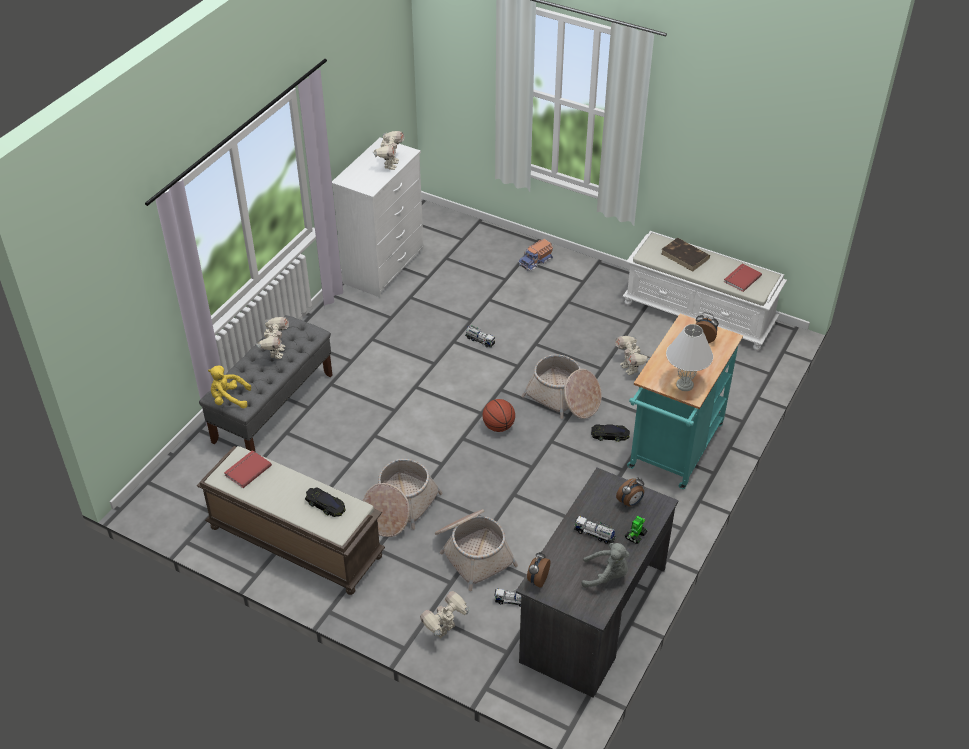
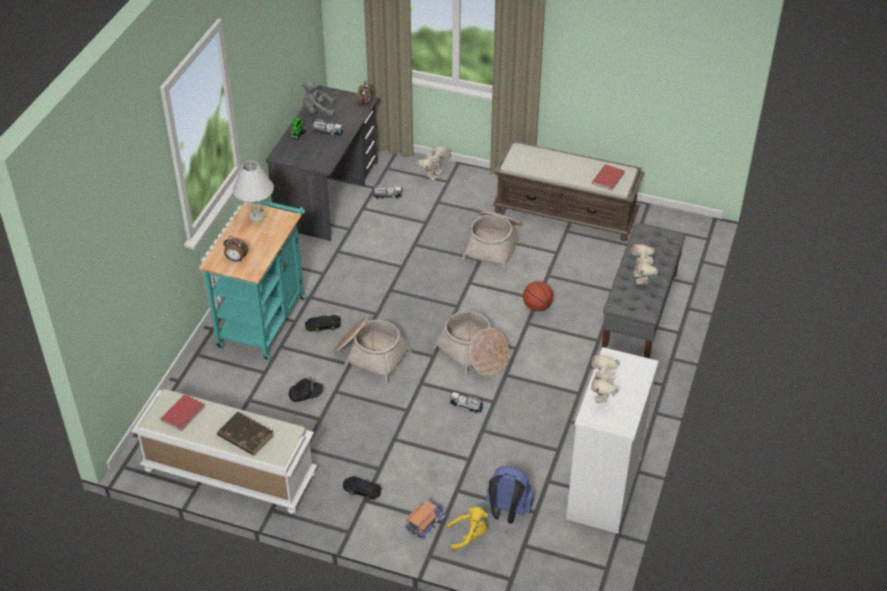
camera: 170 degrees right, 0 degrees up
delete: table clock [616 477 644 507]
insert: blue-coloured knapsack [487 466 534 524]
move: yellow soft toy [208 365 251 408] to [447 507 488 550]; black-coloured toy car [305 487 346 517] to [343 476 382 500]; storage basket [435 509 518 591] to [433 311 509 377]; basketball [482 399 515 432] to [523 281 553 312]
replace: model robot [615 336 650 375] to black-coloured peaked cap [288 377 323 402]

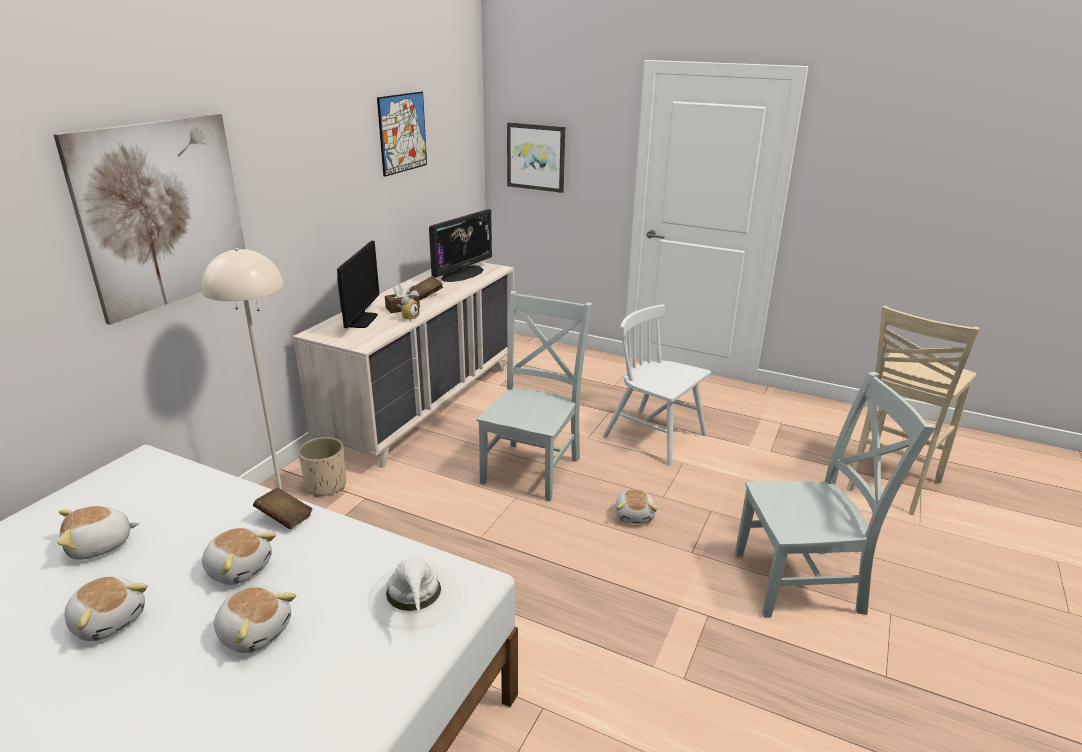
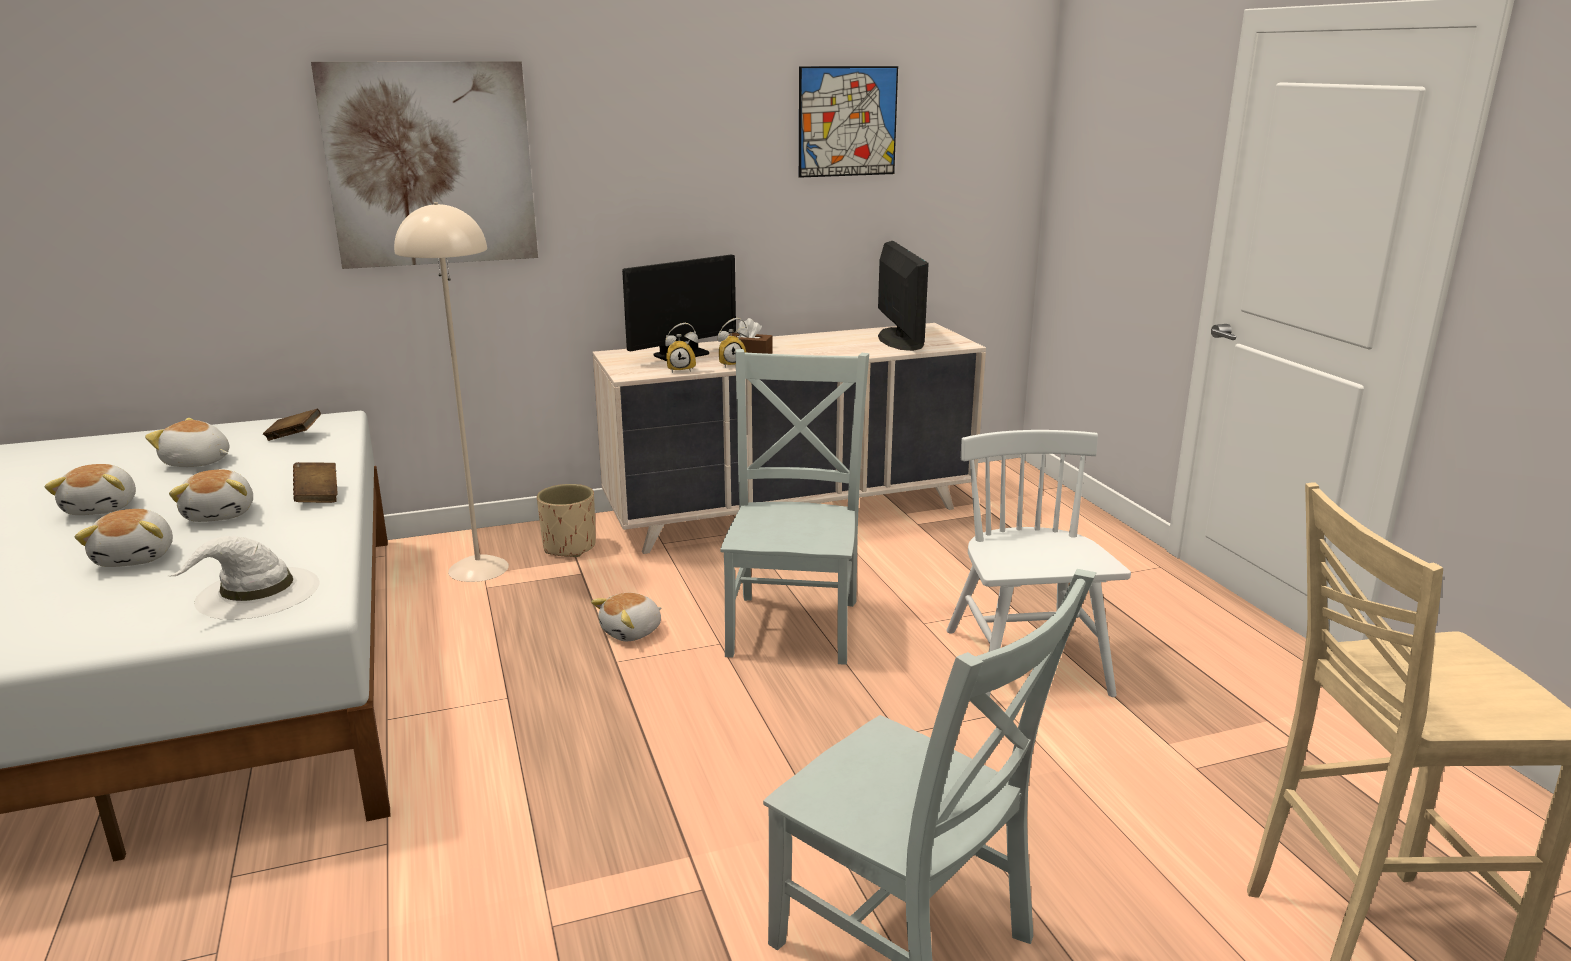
camera: 45 degrees right, 5 degrees down
delete: wall art [507 122 565 193]
insert: table clock [665 323 698 373]
move: brownish bound book [409 276 443 300] to [263 409 321 441]; soft toy [615 489 657 524] to [591 593 661 641]
rotate: monitor [429 209 492 282] = [878 241 929 351] 90 degrees counterclockwise; grey plain chair [477 291 593 501] = [720 349 869 665] 60 degrees counterclockwise

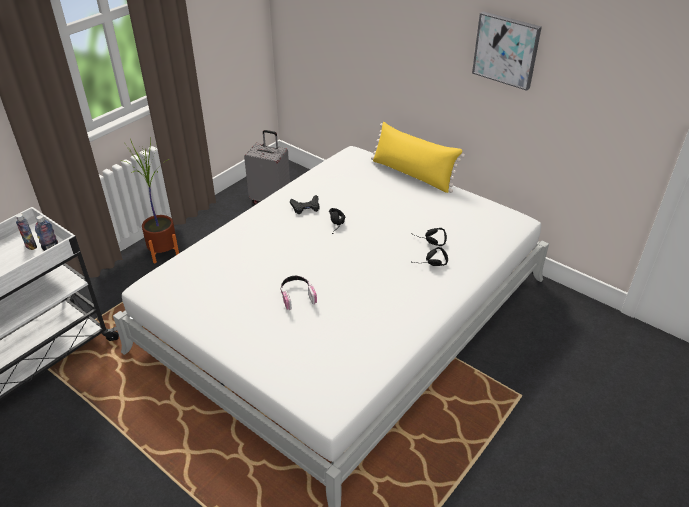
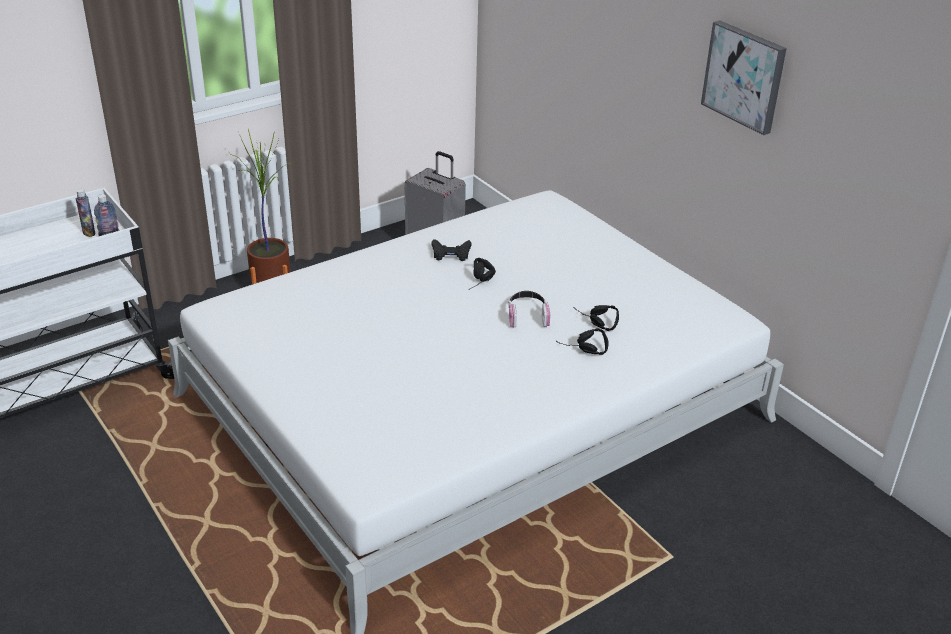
camera: 15 degrees right, 5 degrees down
delete: yellow throw pillow [371 122 465 193]
move: pair of headphones [280 276 317 310] to [508 291 550 328]

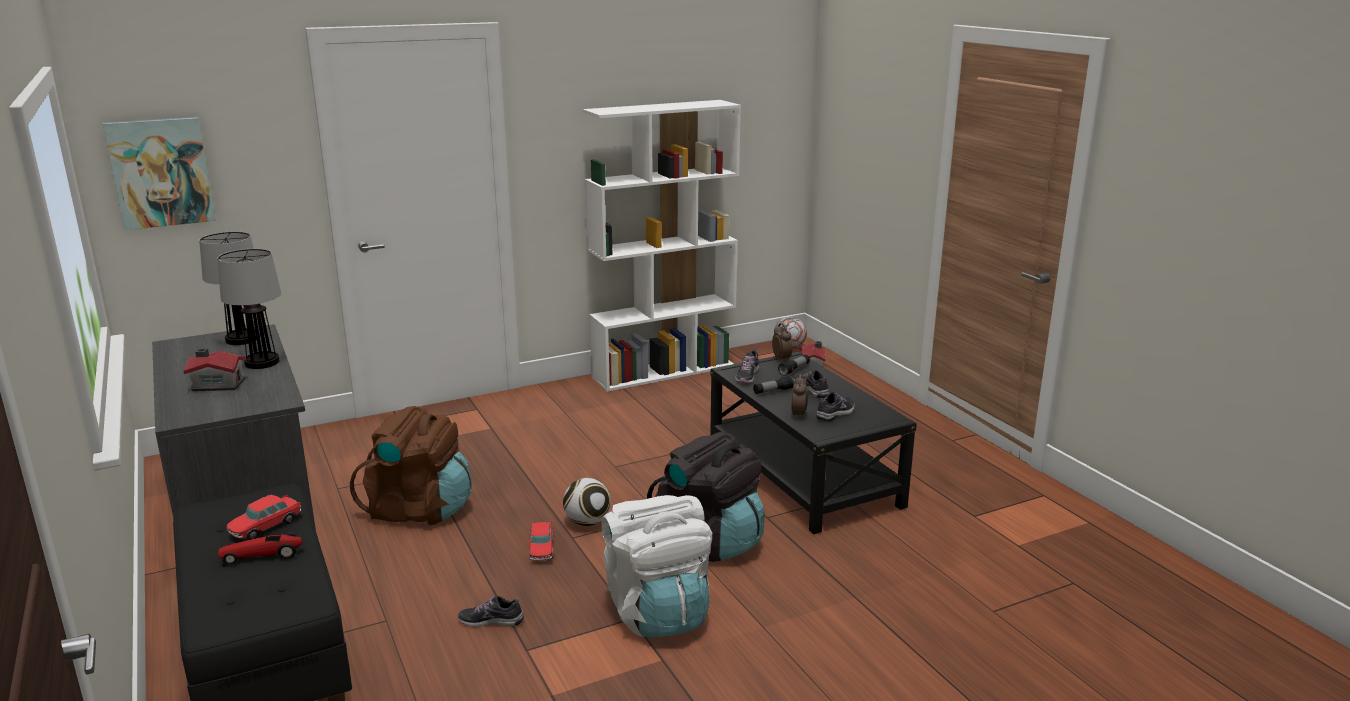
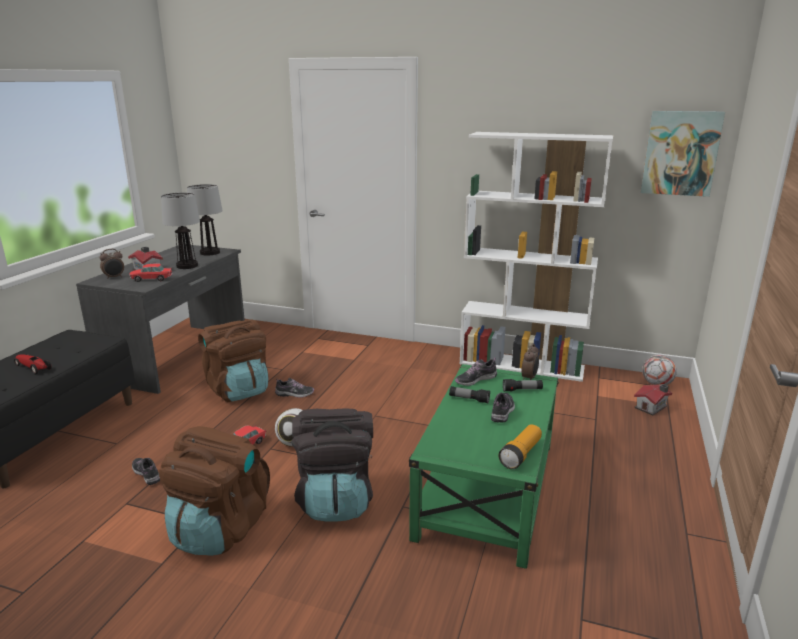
camera: 45 degrees right, 0 degrees up
insert: hand torch [499 424 542 469]
move: wall art [103 117 216 230] to [641 111 725 197]; toy car [227 494 301 540] to [129 263 172 282]; table clock [791 374 808 419] to [100 249 124 279]; shoe [816 392 855 421] to [275 378 314 398]
recolor: whitish knapsack [601 495 712 637] to brownish knapsack [159 426 270 556]; black-coloured lounge table [710 352 917 534] to green lounge table [409 364 559 569]

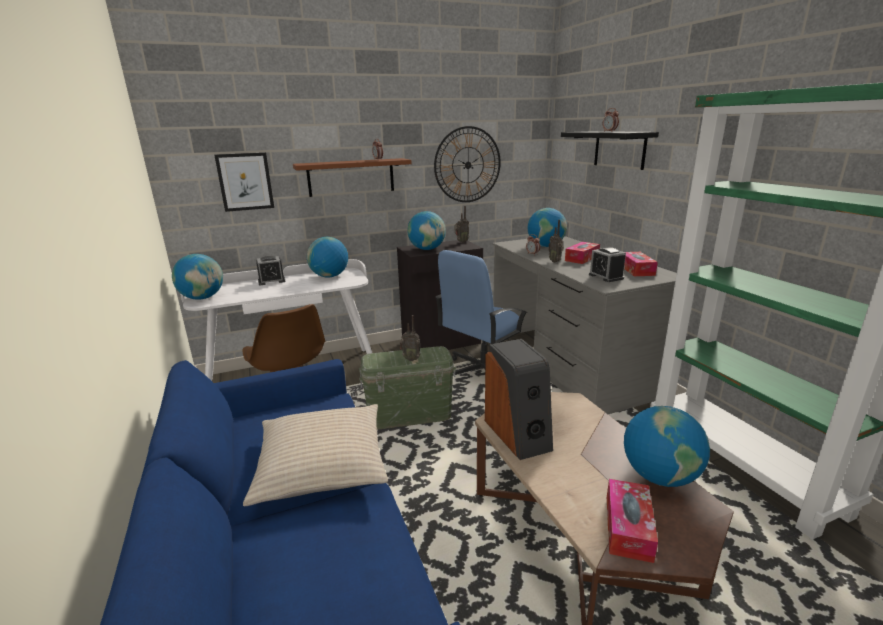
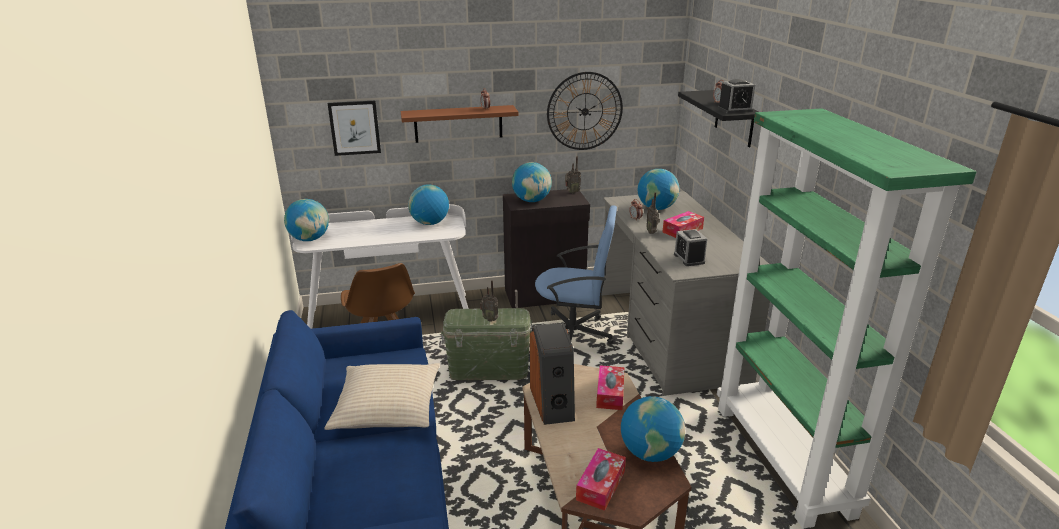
camera: 10 degrees right, 5 degrees up
move: table clock [256 256 286 285] to [718 79 755 113]; tissue holder [624 252 658 276] to [596 365 624 410]
rotate: blue-coloured computer chair [435 250 528 376] = [530 205 617 344] 135 degrees counterclockwise

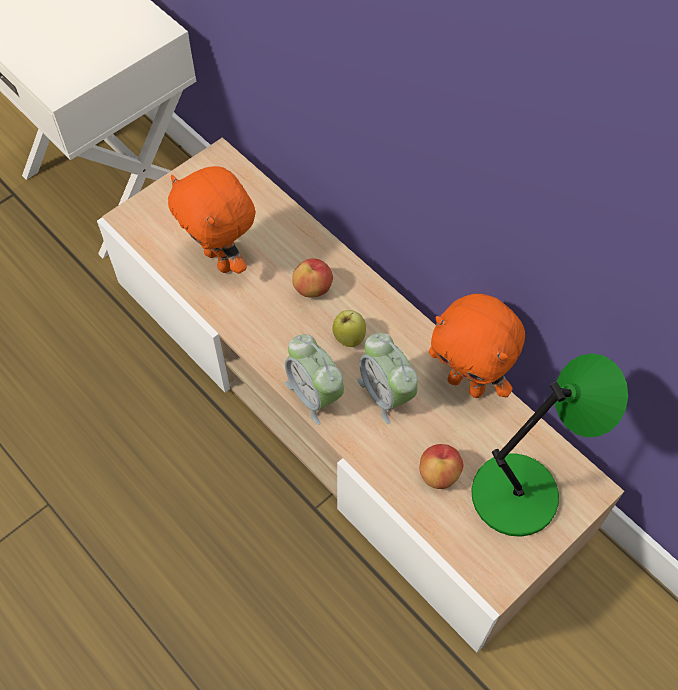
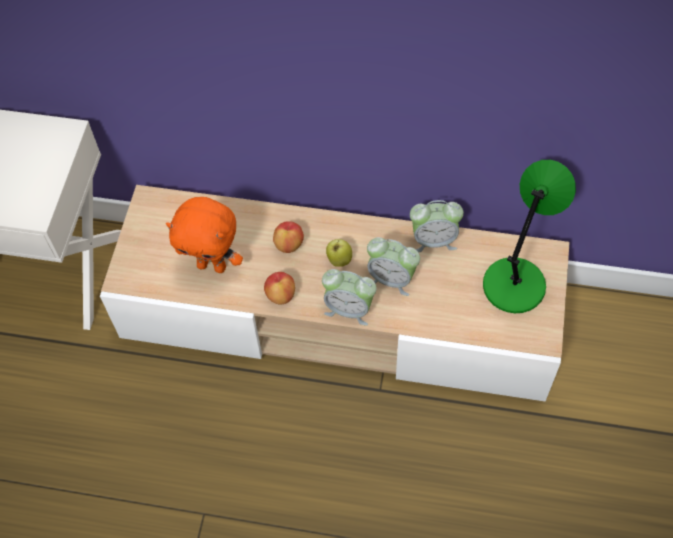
camera: 35 degrees left, 0 degrees up
move: apple fruit [420 444 463 489] to [264 272 295 304]
replace: orangey soft toy [429 294 525 398] to table clock [410 200 464 252]

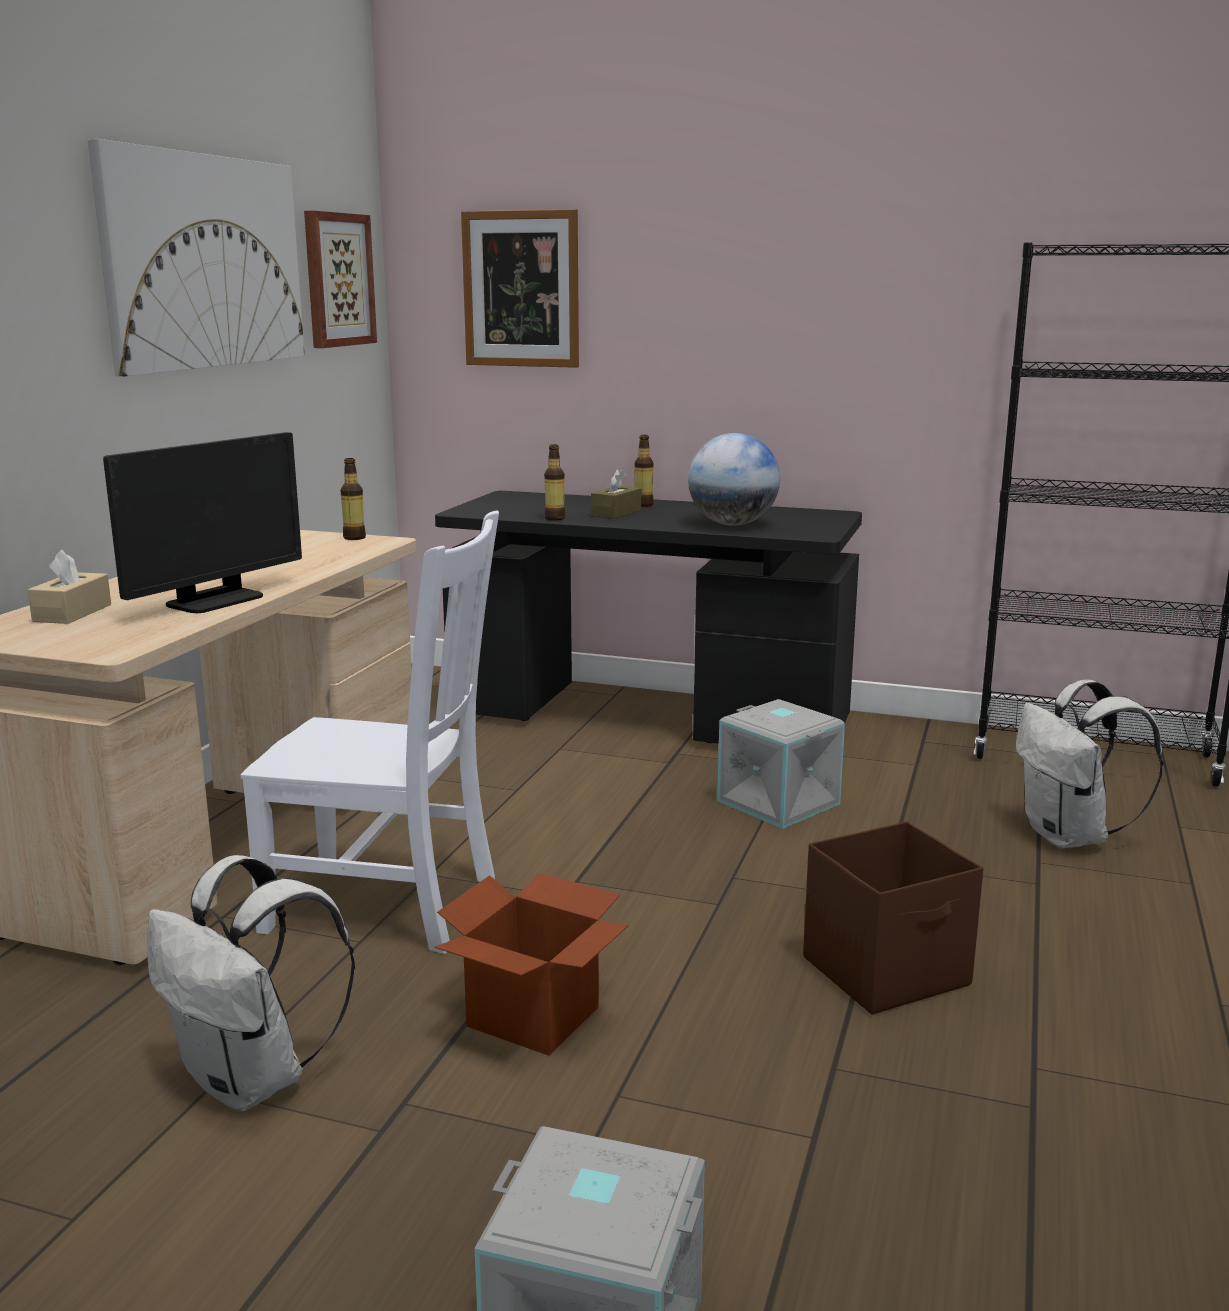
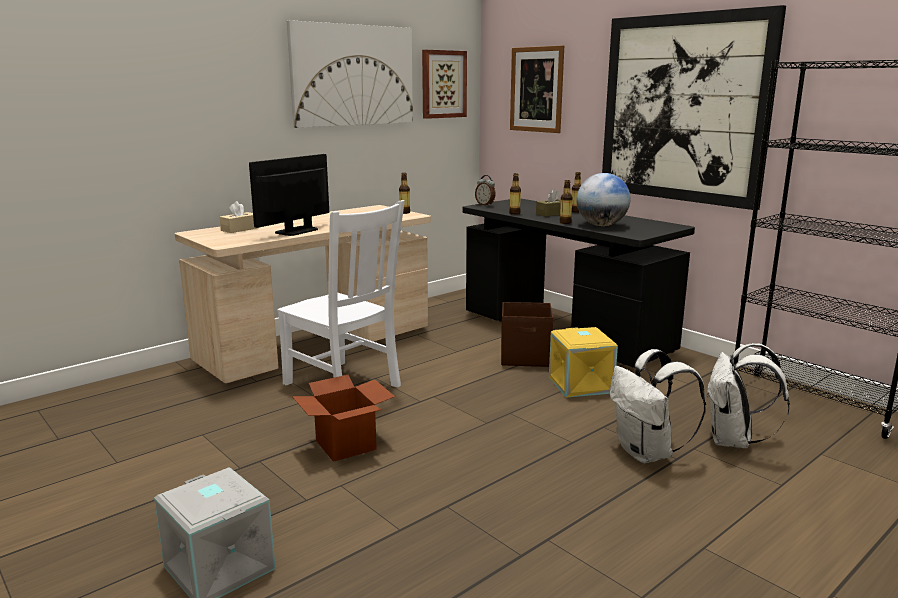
camera: 30 degrees right, 0 degrees up
insert: table clock [475 175 496 206]; drink bottle [559 180 573 224]; wall art [602 5 786 210]
move: whitish knapsack [147 855 355 1111] to [610 349 706 463]; brownish storage box [803 821 983 1014] to [501 302 553 367]
recolor: grey storage box [717 699 845 829] to yellow storage box [549 327 618 398]
rotate: monitor [103 432 302 613] = [249 154 329 236] 150 degrees clockwise

